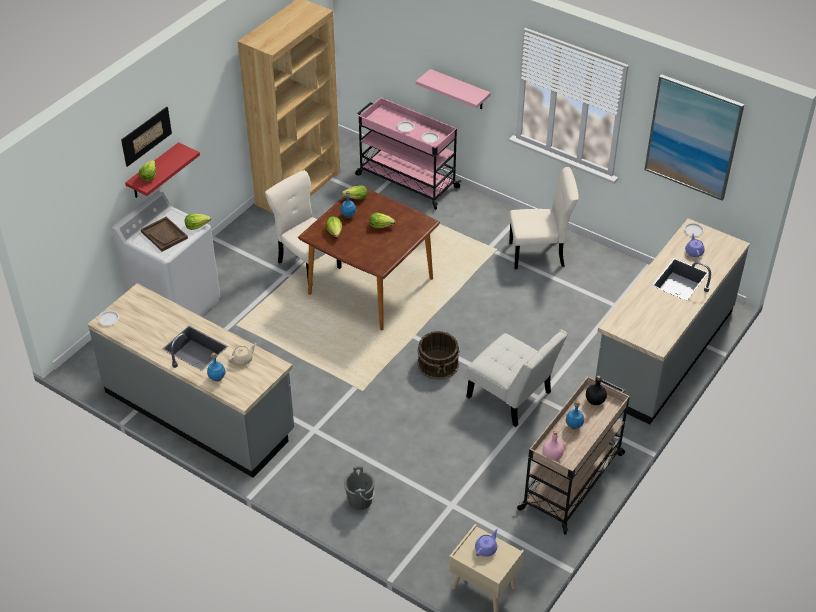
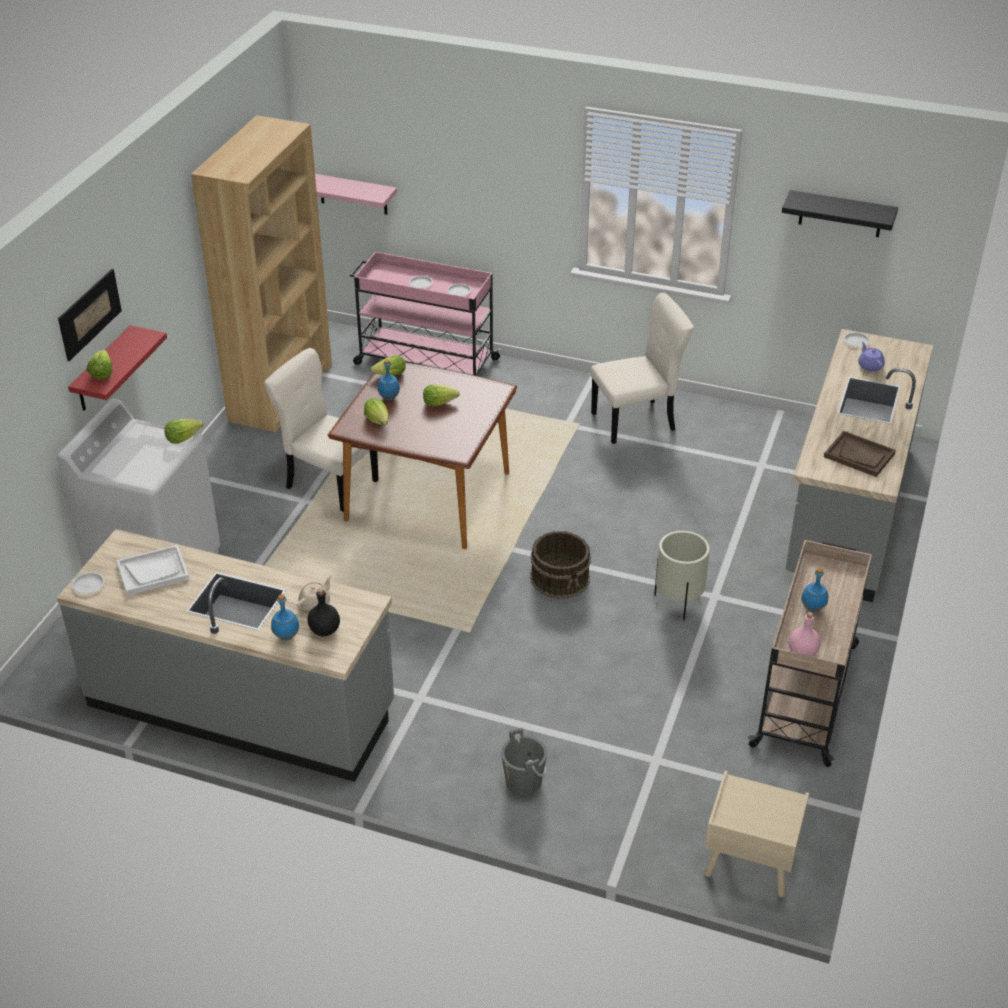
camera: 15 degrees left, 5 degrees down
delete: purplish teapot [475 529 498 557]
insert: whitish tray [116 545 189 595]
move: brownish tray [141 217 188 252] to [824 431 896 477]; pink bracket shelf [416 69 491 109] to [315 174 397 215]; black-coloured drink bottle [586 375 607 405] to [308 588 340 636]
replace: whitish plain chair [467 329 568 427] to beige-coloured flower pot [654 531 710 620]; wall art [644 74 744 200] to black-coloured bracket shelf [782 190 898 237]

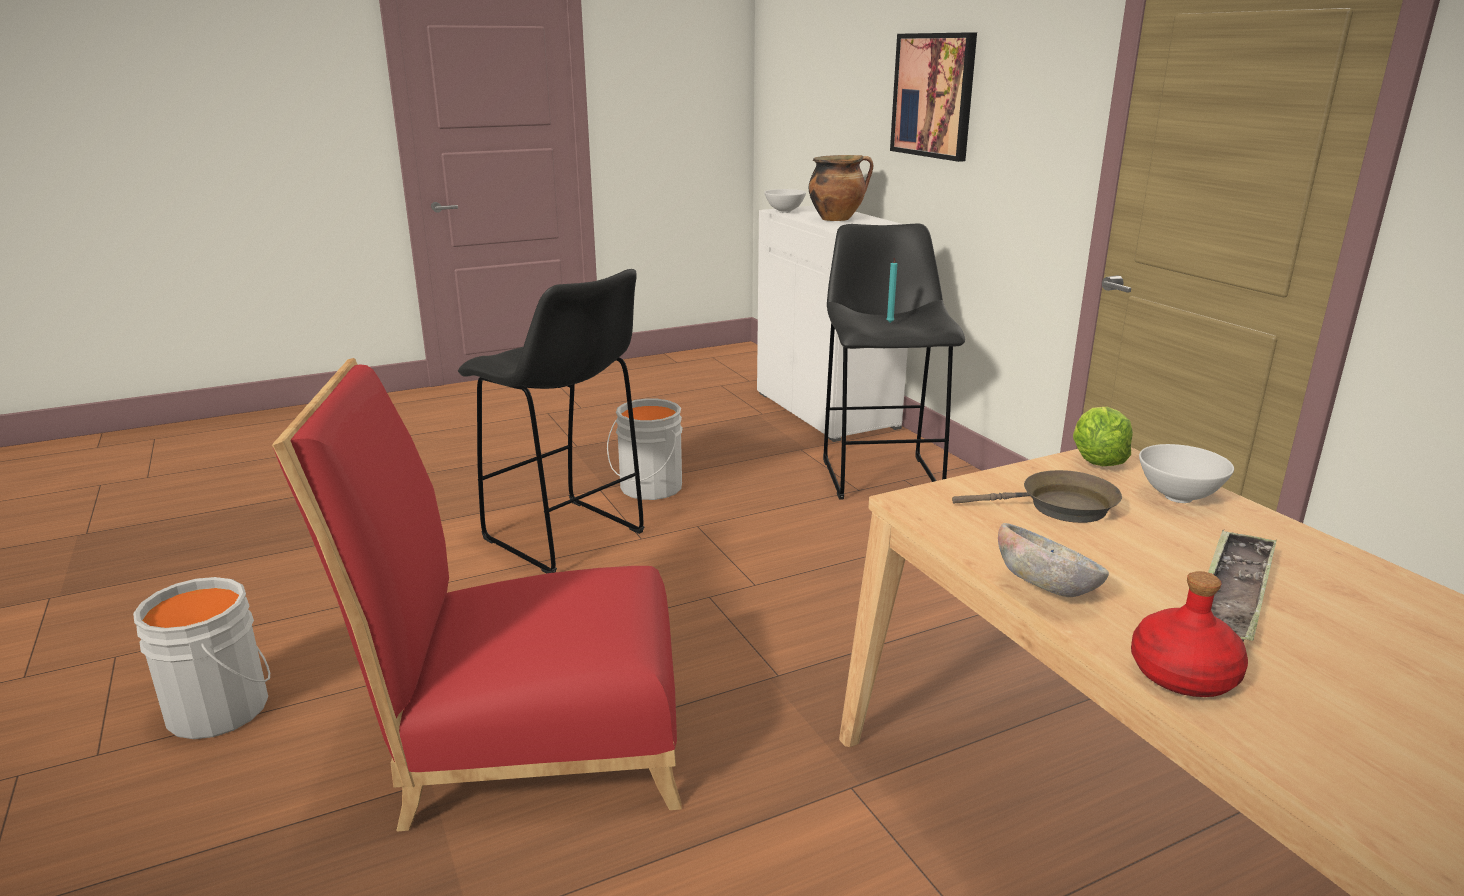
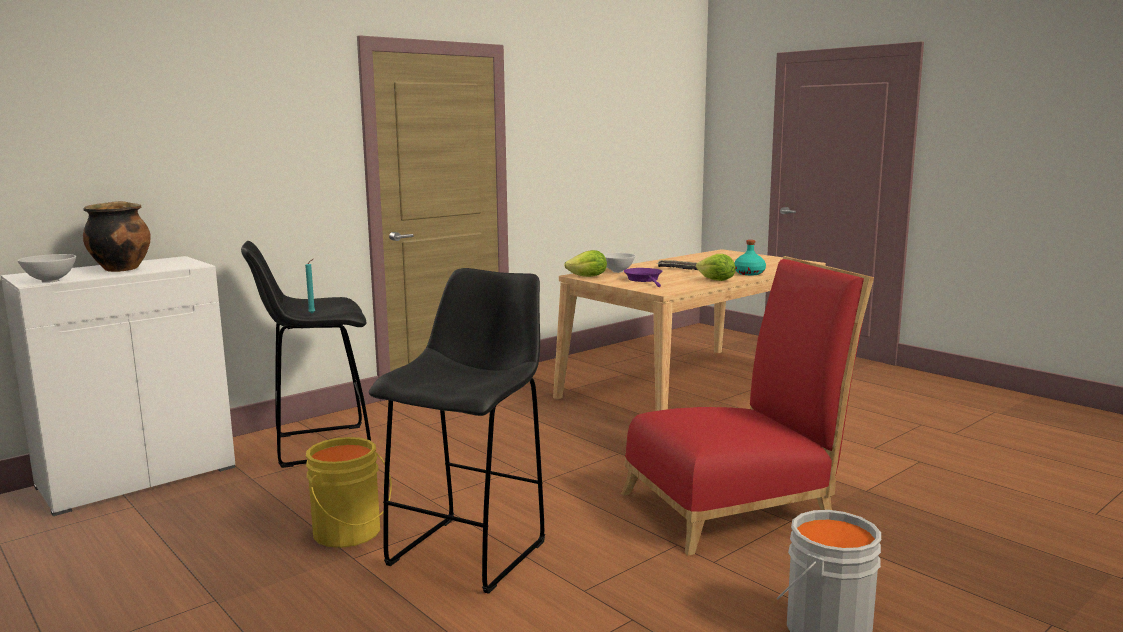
camera: 105 degrees left, 10 degrees down
delete: wall art [890 32 977 162]
replace: bowl [998 523 1109 597] to lettuce [696 254 735 281]
recolor: grey pail [607 399 683 500] to yellow pail [306 437 392 548]; brownish skillet [952 470 1122 523] to purplish skillet [624 268 662 287]; red drink bottle [1131 571 1248 697] to turquoise-coloured drink bottle [734 240 766 275]
rotate: red plain chair [272 358 682 831] = [621 256 874 556] 90 degrees counterclockwise

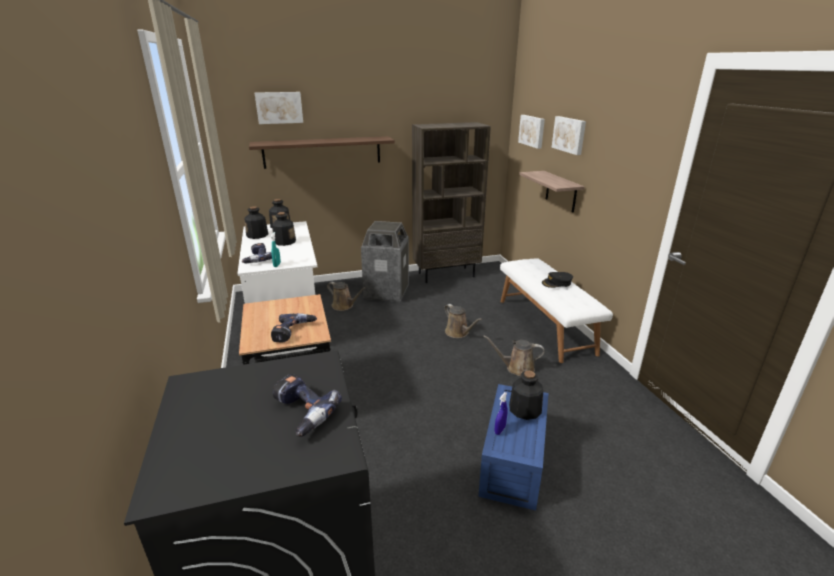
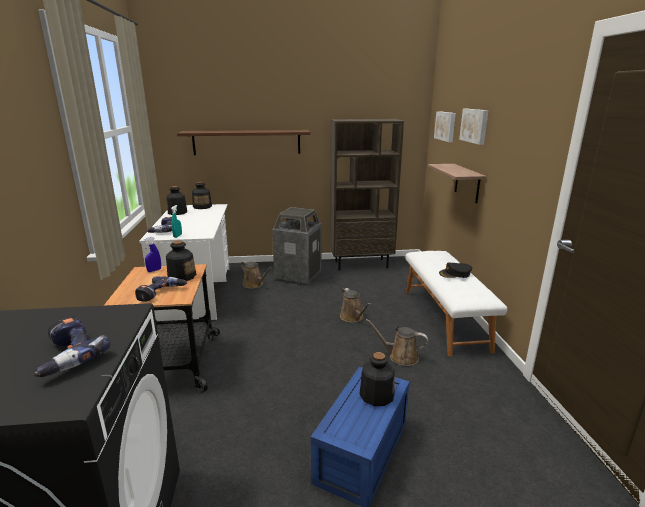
camera: 10 degrees right, 5 degrees down
delete: wall art [255 92 303 124]
move: drink bottle [272 212 296 246] to [166 240 196 281]; blue-coloured spray bottle [495 392 507 435] to [143 237 161 272]

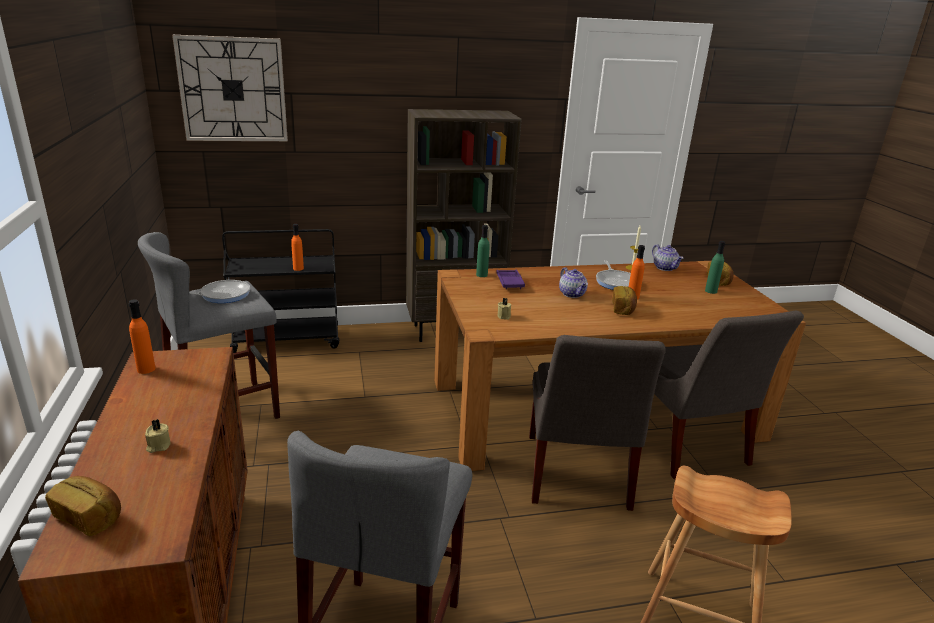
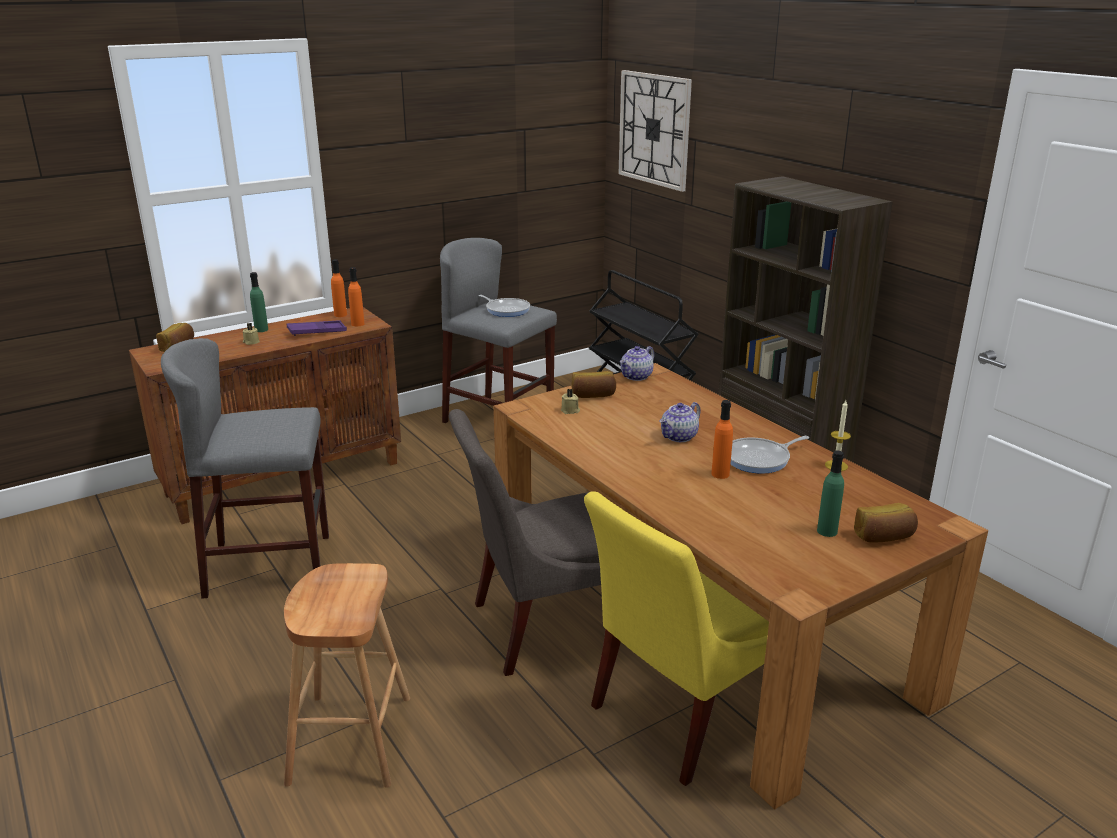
camera: 70 degrees right, 0 degrees up
move: orangey drink bottle [291 224 304 271] to [348 267 365 326]; green drink bottle [476 225 490 277] to [250 272 268 332]; purplish tray [496 270 525 289] to [287 320 347 336]; bakery bread [612 286 637 315] to [571 371 616 398]; teapot [652 244 684 271] to [620 346 654 381]
recolor: grey plain chair [654 311 804 479] to yellow plain chair [584 491 769 786]

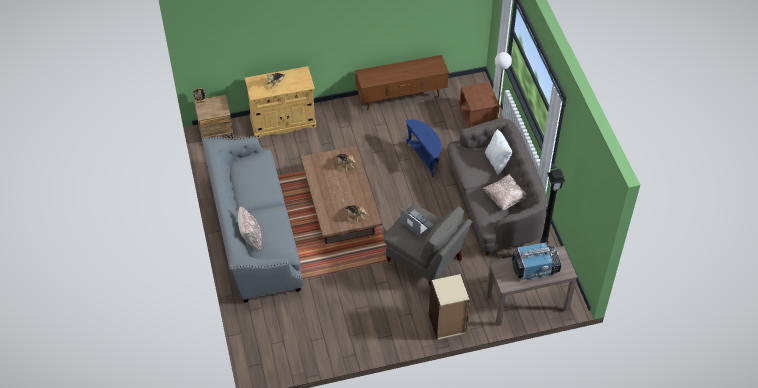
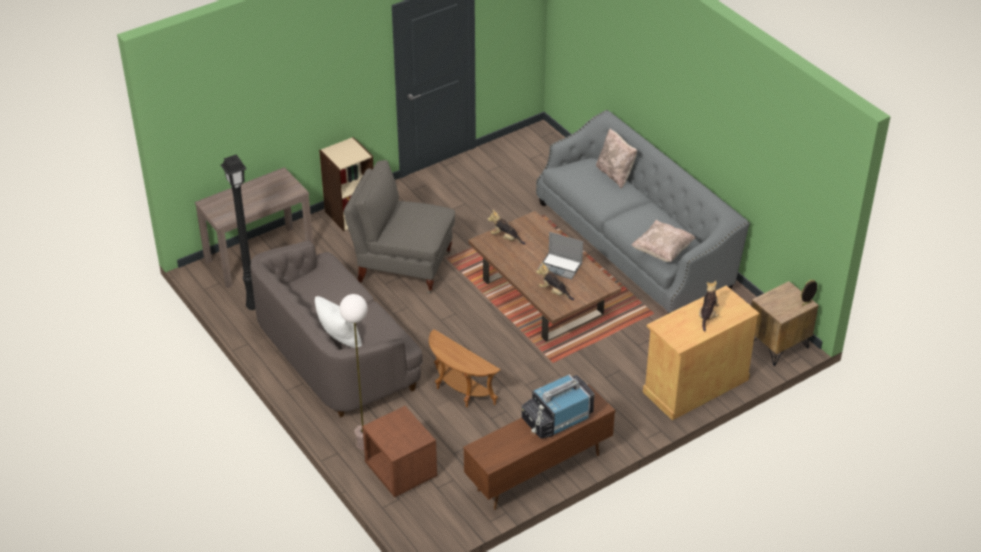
camera: 160 degrees right, 10 degrees down
move: portable computer [400 209 434 237] to [538 232 583 280]; beige-coloured throw pillow [483 174 526 210] to [632 220 696 262]; TV set [512 242 562 280] to [522 374 595 439]
recolor: blue-coloured end table [405 120 441 177] to brownish end table [429 329 501 407]

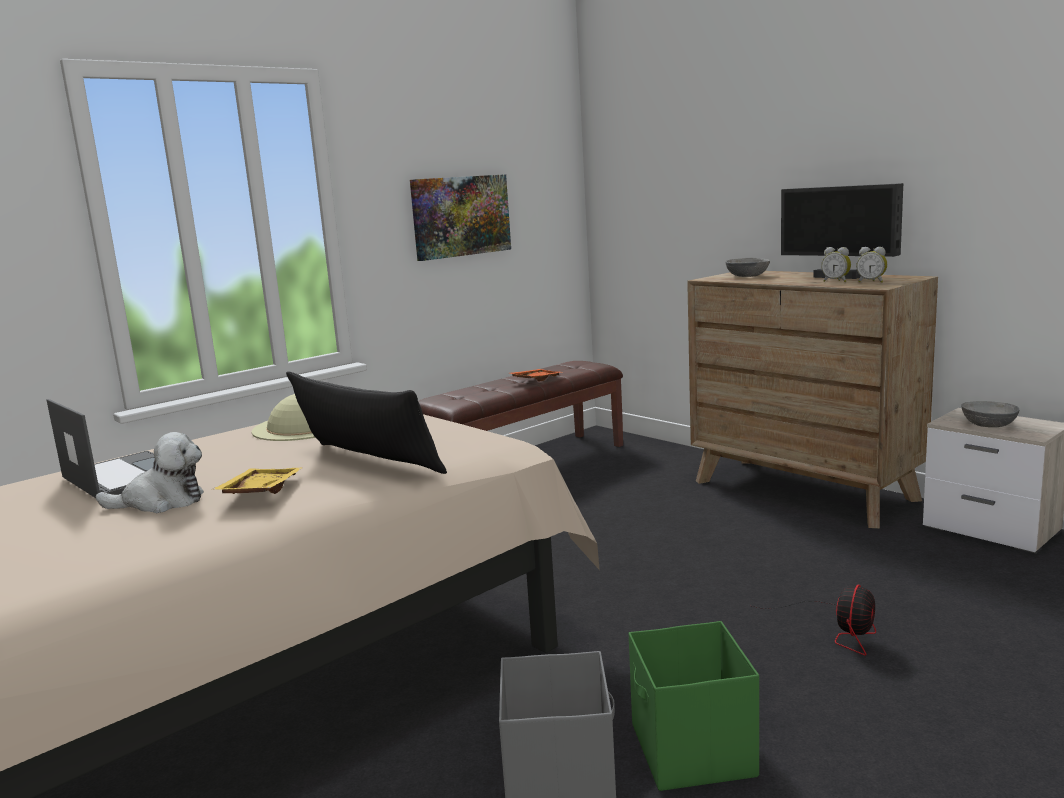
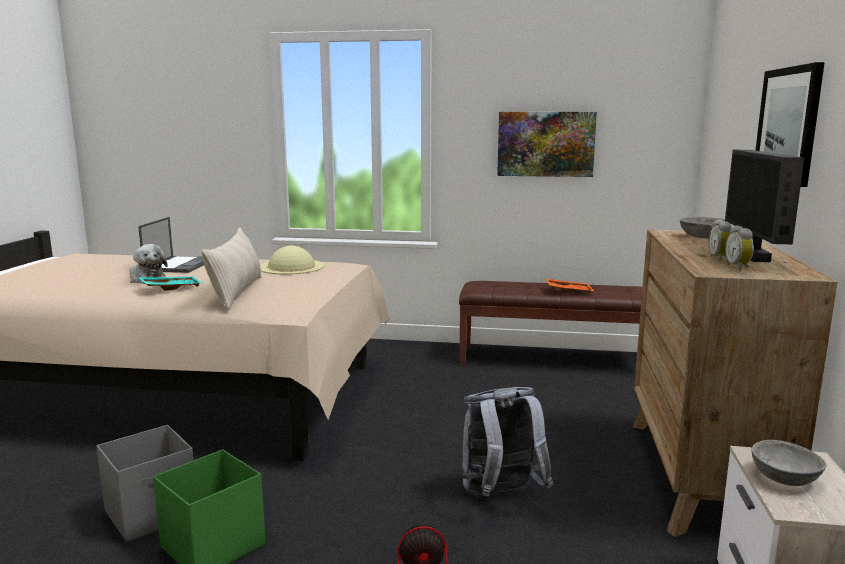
camera: 50 degrees right, 0 degrees up
insert: grey knapsack [462 387 553 497]; wall art [755 62 825 187]
recolor: yellow tray [211 468 302 494] to turquoise-coloured tray [137 276 202 290]; black-coloured throw pillow [286 371 447 474] to beige-coloured throw pillow [201 228 261 309]

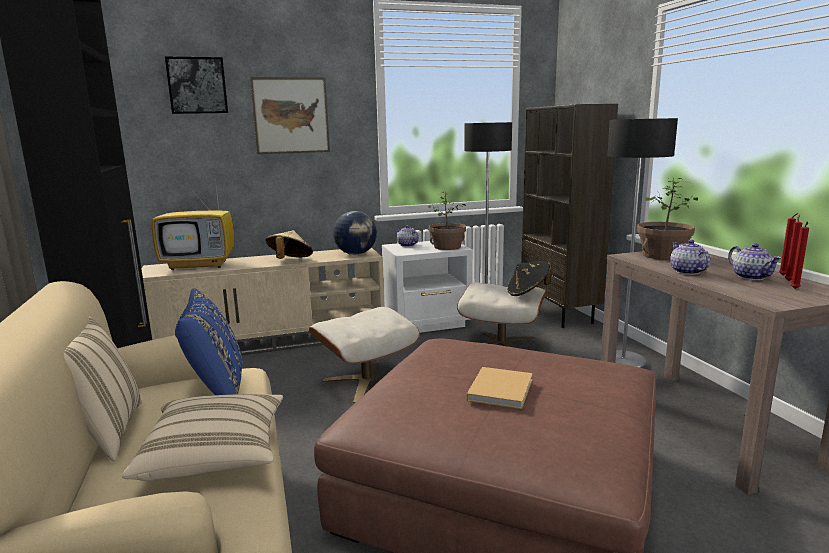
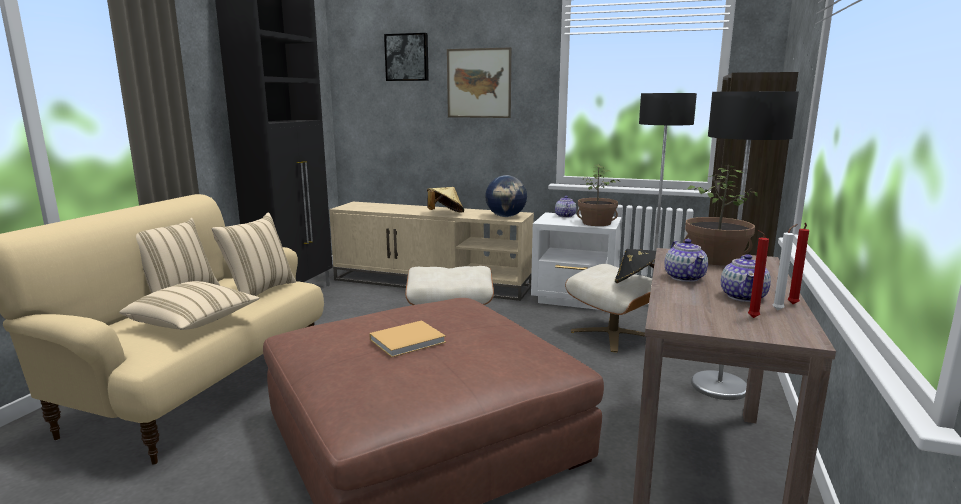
camera: 35 degrees right, 0 degrees up
delete: TV set [152 180 234 270]
recolor: blue-coloured throw pillow [175 288 242 395] to beige-coloured throw pillow [211 212 296 296]; red wax candle [785 215 802 281] to whitish wax candle [772 224 798 310]
rotate: teapot [670 240 710 275] = [664 239 708 282] 150 degrees clockwise

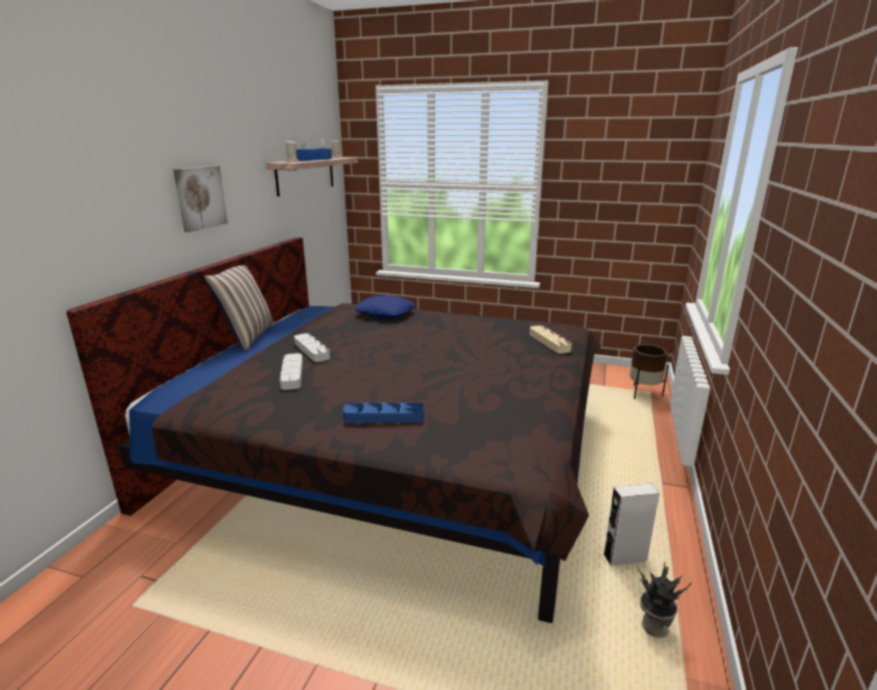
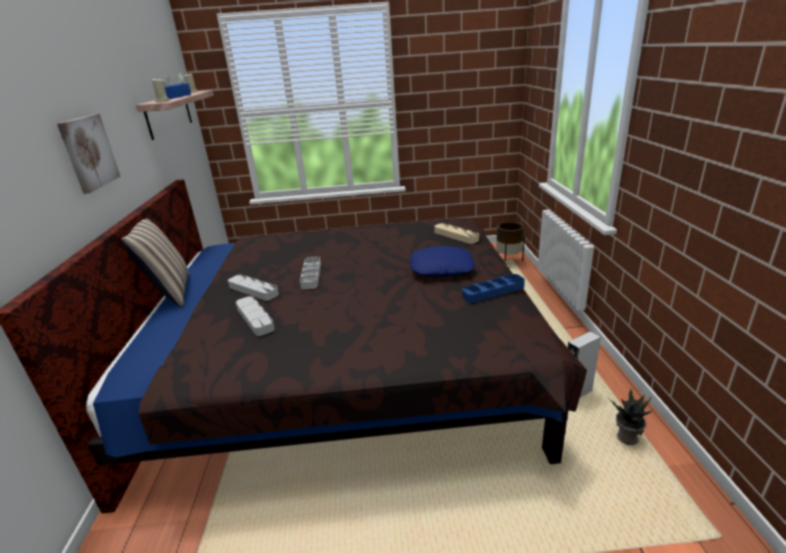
camera: 20 degrees left, 5 degrees up
insert: grey tray [300 256 321 290]
move: blue-coloured tray [343 403 424 423] to [462 274 525 303]; blue-coloured throw pillow [355 296 415 318] to [409 246 475 277]

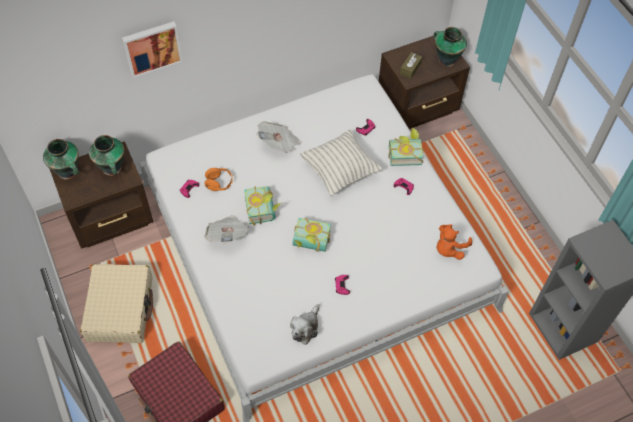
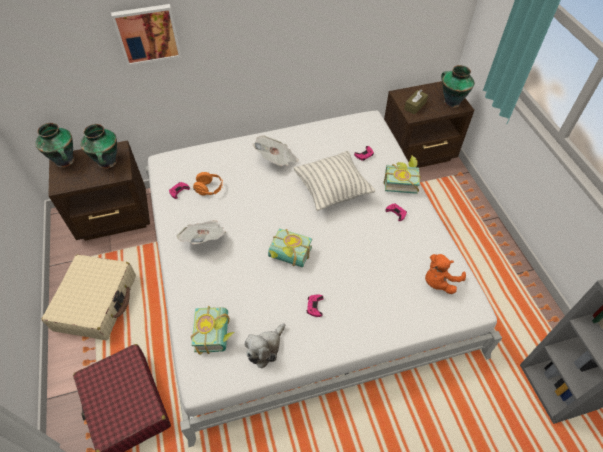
camera: 10 degrees right, 5 degrees down
move: bound book [244 186 283 225] to [191 306 235 355]

